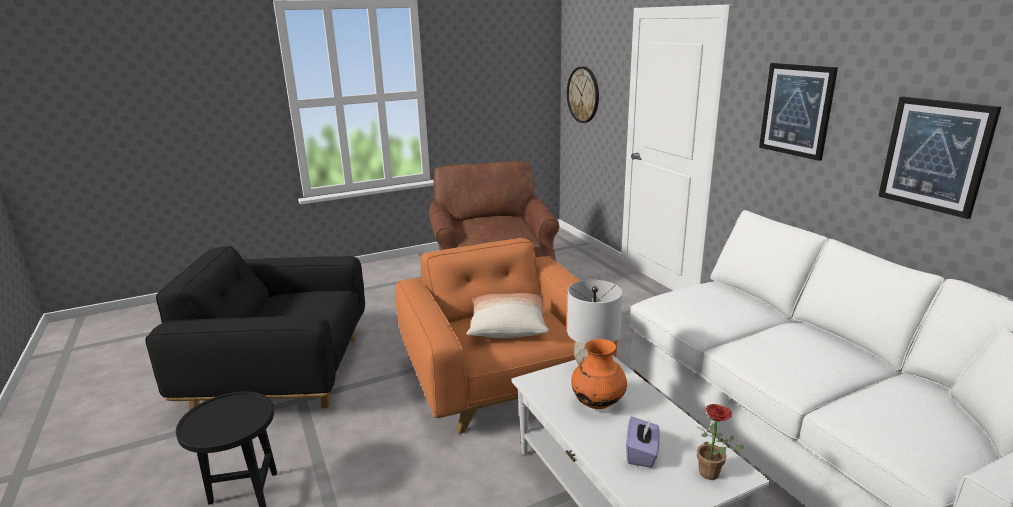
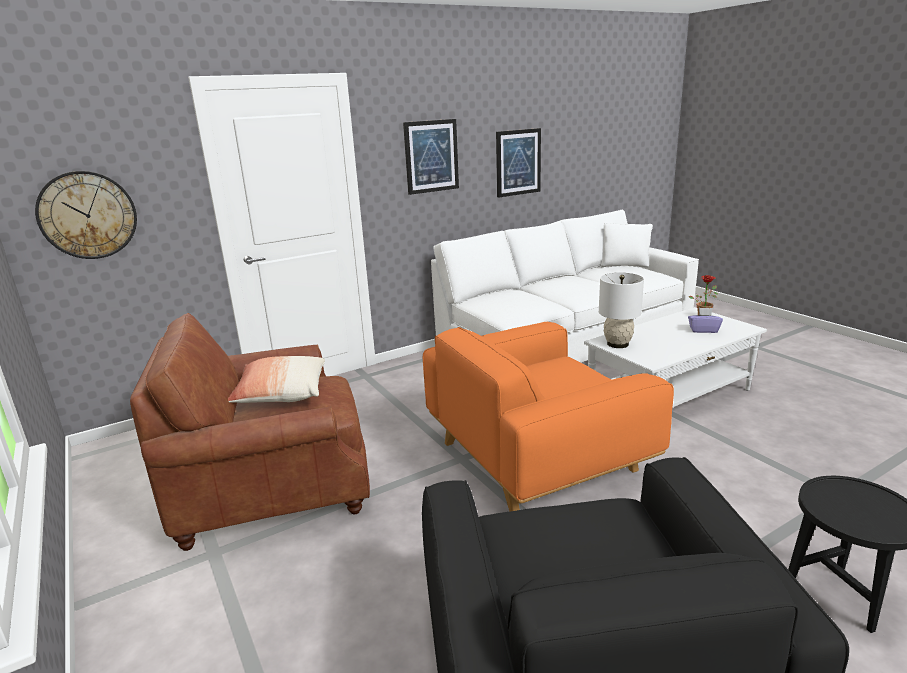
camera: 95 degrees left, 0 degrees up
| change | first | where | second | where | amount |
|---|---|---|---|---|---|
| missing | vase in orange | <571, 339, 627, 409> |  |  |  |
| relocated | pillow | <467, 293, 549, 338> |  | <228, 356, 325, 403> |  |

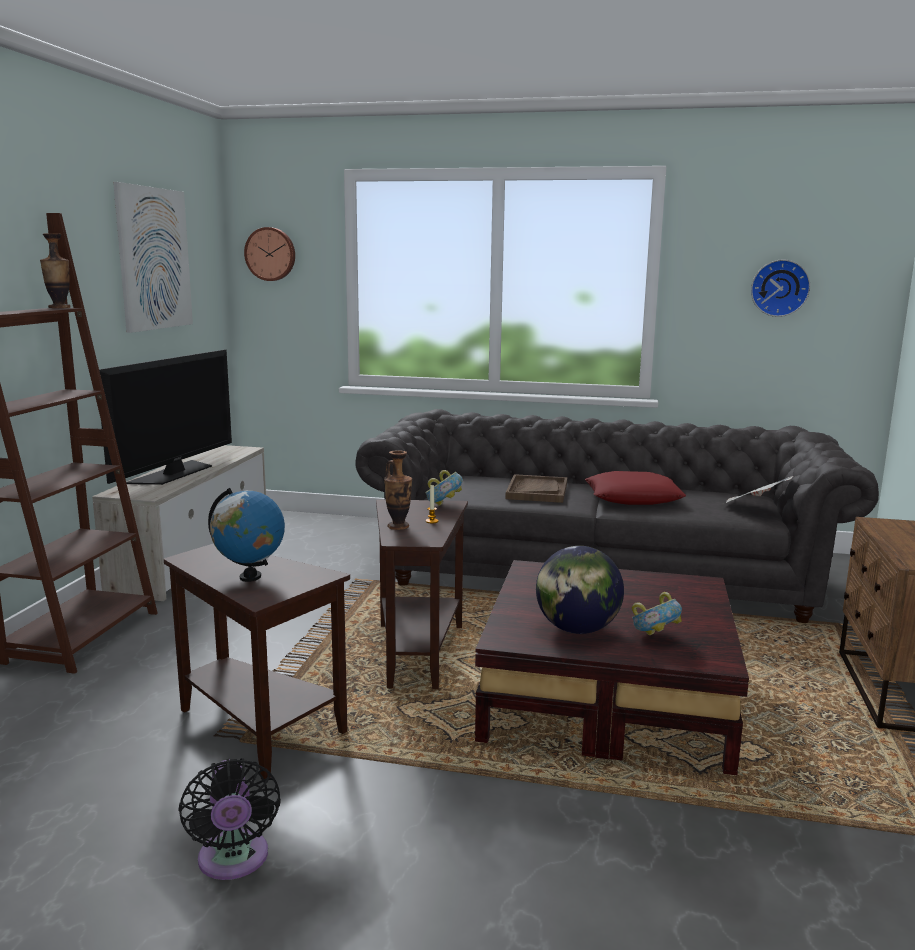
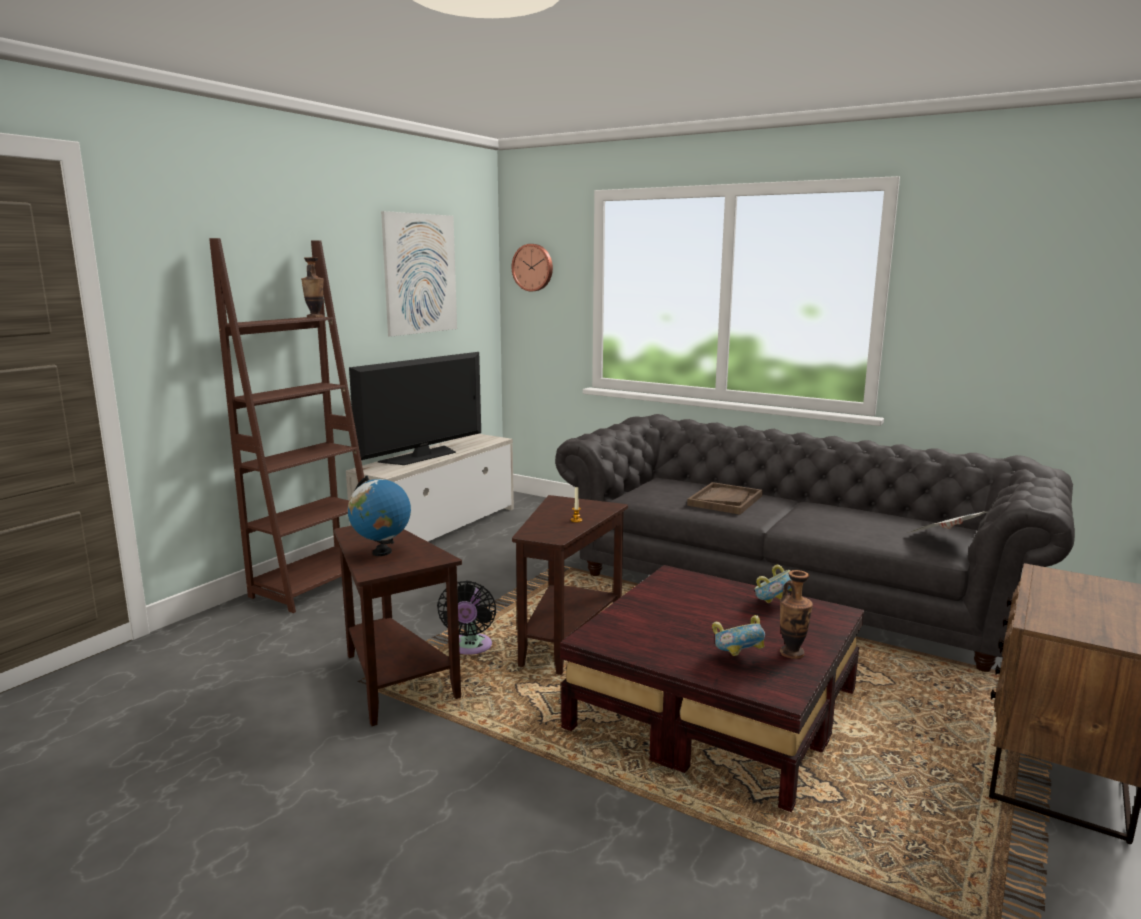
camera: 20 degrees right, 0 degrees up
| change | first | where | second | where | amount |
|---|---|---|---|---|---|
| missing | globe | <536, 546, 624, 634> |  |  |  |
| missing | pillow in red | <585, 471, 686, 505> |  |  |  |
| missing | wall clock | <751, 260, 810, 317> |  |  |  |
| relocated | fan in black | <179, 758, 281, 880> |  | <437, 581, 496, 655> |  |
| relocated | vase | <384, 450, 412, 530> |  | <780, 570, 813, 659> |  |
| relocated | bowl | <426, 470, 463, 506> |  | <754, 565, 792, 603> |  |

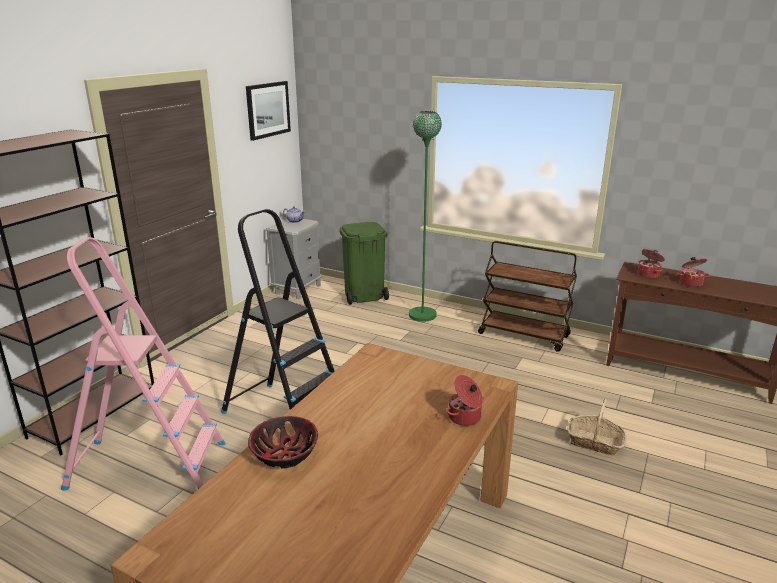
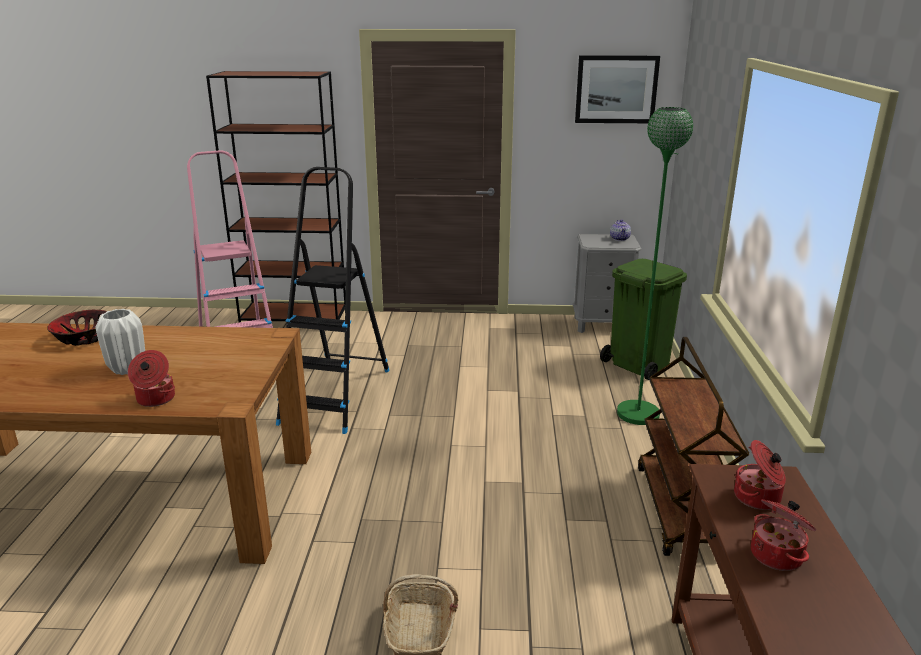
camera: 65 degrees right, 0 degrees up
| change | first | where | second | where | amount |
|---|---|---|---|---|---|
| appeared |  |  | vase in white | <95, 309, 145, 375> |  |

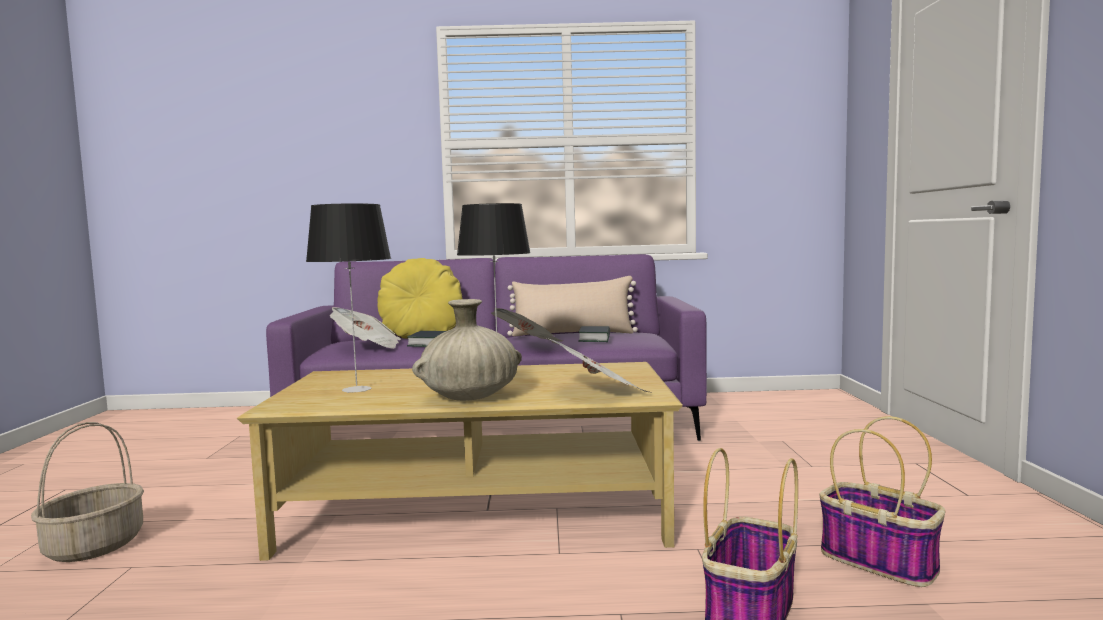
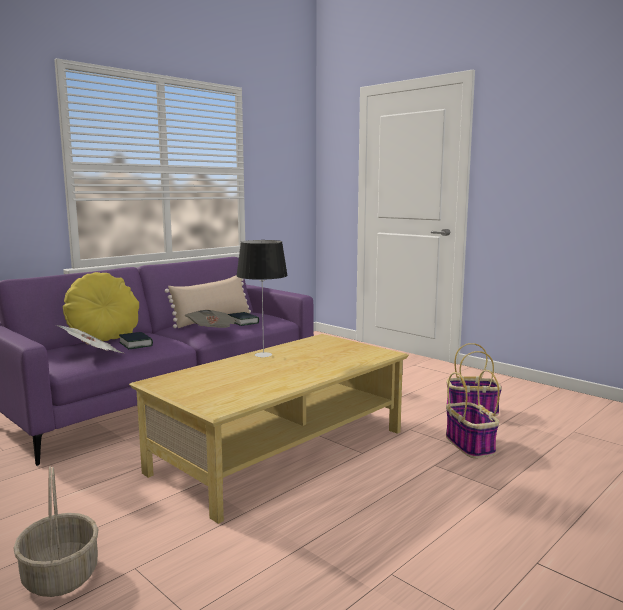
camera: 45 degrees left, 5 degrees up
| change | first | where | second | where | amount |
|---|---|---|---|---|---|
| missing | table lamp | <306, 203, 391, 393> |  |  |  |
| missing | vase in beige | <412, 299, 522, 401> |  |  |  |
| missing | newspaper | <546, 338, 653, 393> |  |  |  |

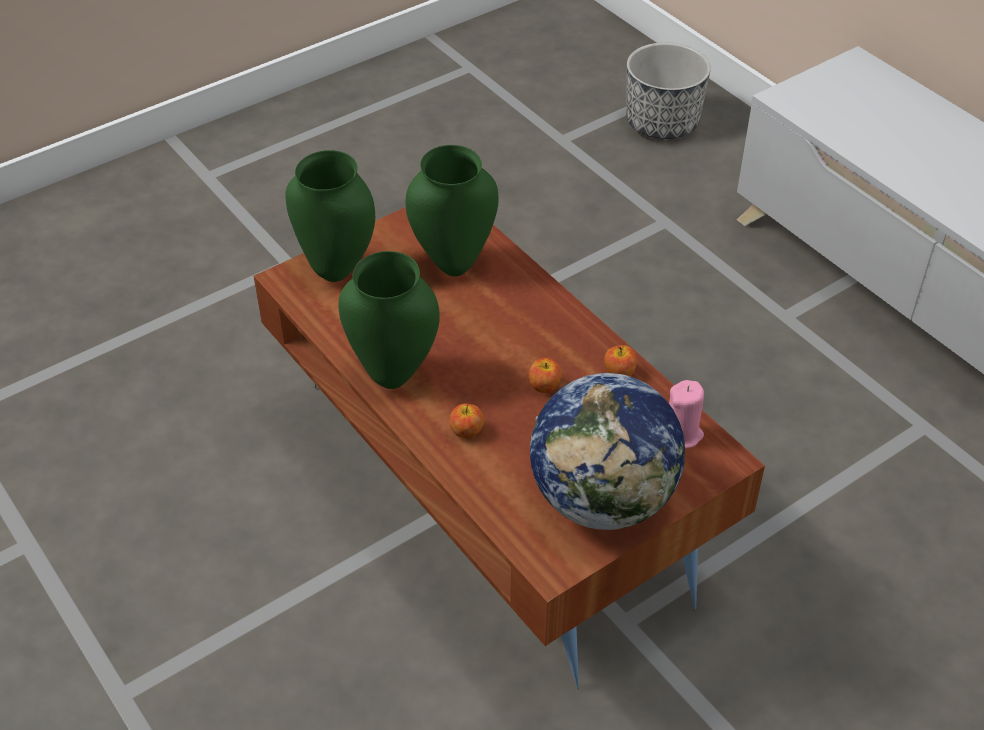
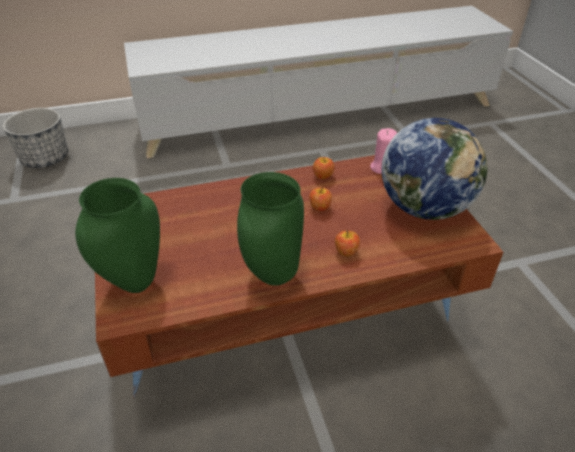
camera: 70 degrees left, 5 degrees down
| change | first | where | second | where | amount |
|---|---|---|---|---|---|
| missing | vase in green | <406, 145, 499, 277> |  |  |  |

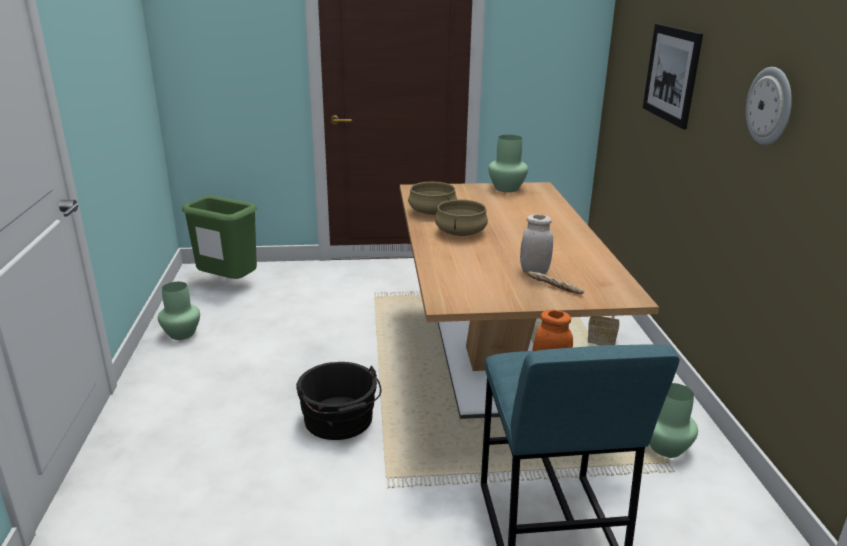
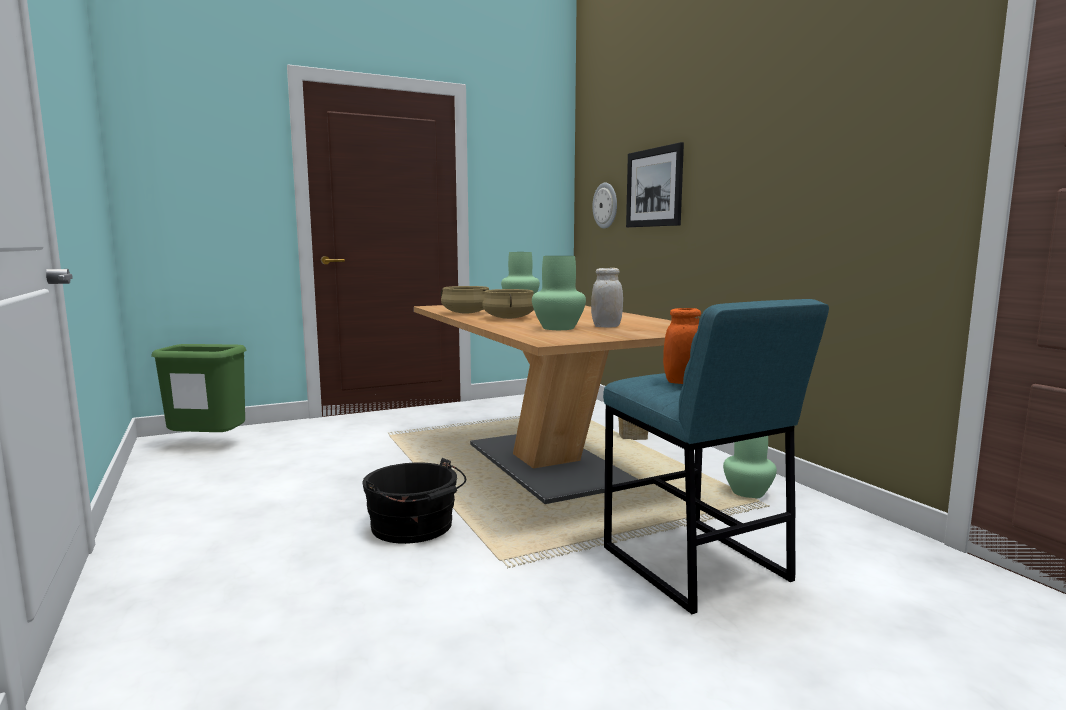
camera: 20 degrees left, 15 degrees down
| change | first | where | second | where | amount |
|---|---|---|---|---|---|
| missing | bread | <528, 271, 584, 294> |  |  |  |
| relocated | vase in green | <158, 282, 200, 340> |  | <532, 256, 586, 330> |  |
| relocated | wall clock | <746, 67, 792, 145> |  | <592, 182, 617, 229> |  |

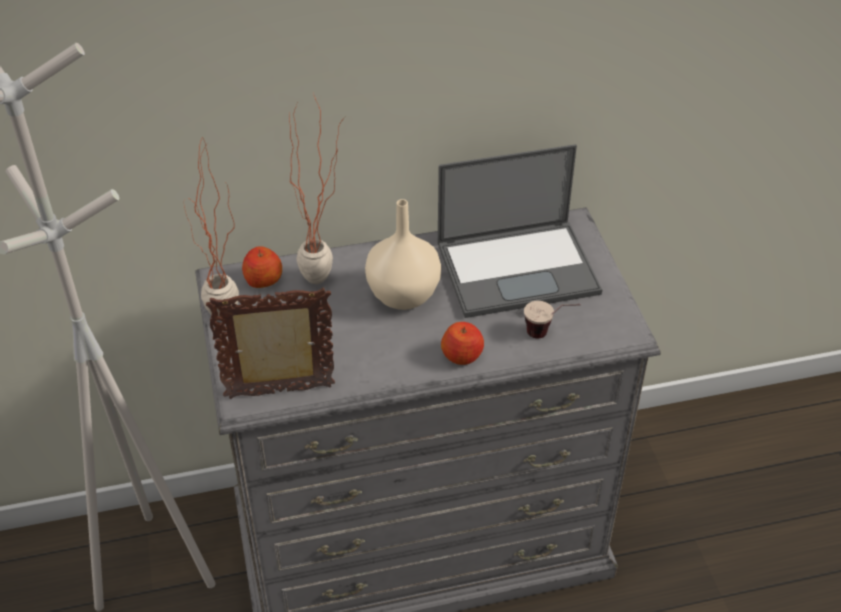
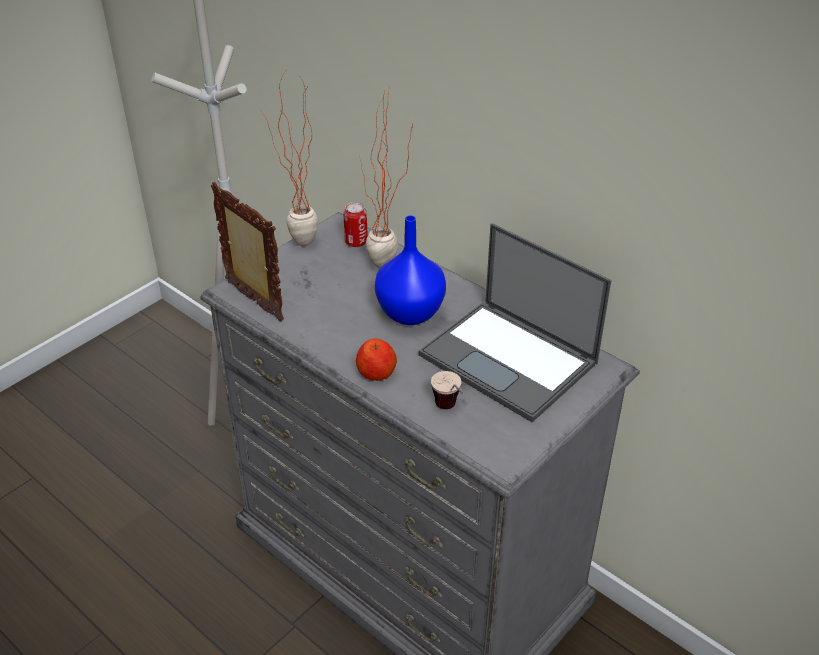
camera: 55 degrees right, 5 degrees down
| change | first | where | second | where | amount |
|---|---|---|---|---|---|
| exchanged | apple | <242, 246, 282, 288> | can | <343, 202, 368, 247> |  |
| colour | vase in beige | <365, 199, 441, 310> | vase in blue | <375, 215, 446, 325> |  |

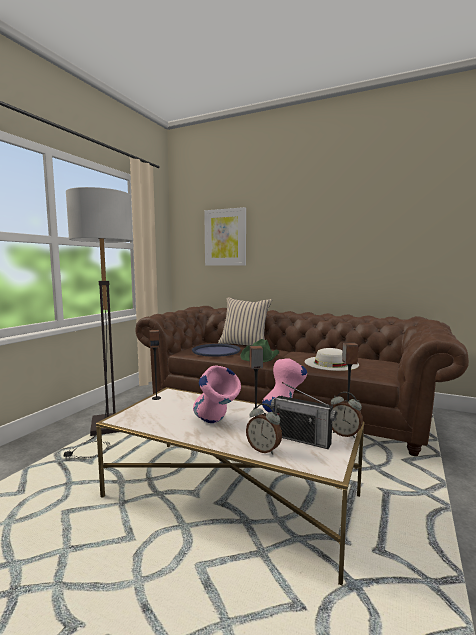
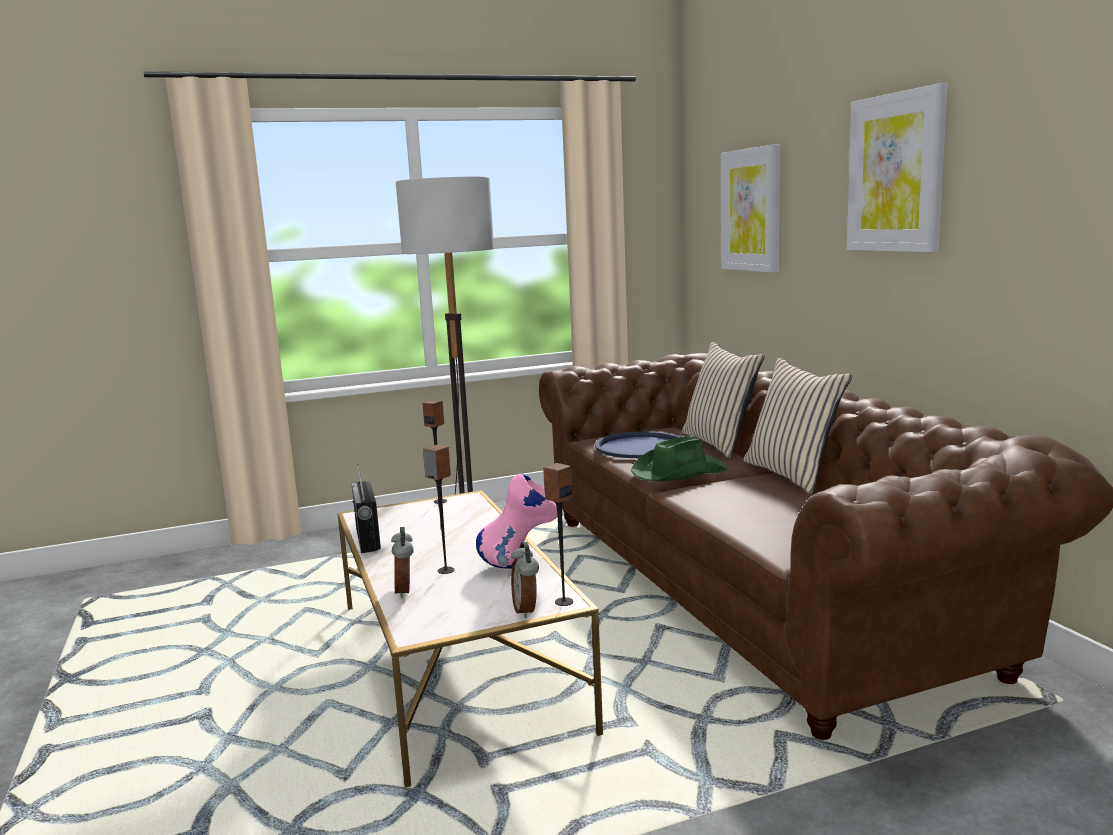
camera: 45 degrees right, 5 degrees up
| change | first | where | second | where | amount |
|---|---|---|---|---|---|
| missing | vase in pink | <193, 366, 241, 423> |  |  |  |
| missing | hat in white | <305, 348, 359, 371> |  |  |  |
| appeared |  |  | pillow in beige | <743, 358, 852, 494> |  |
| appeared |  |  | picture | <847, 83, 948, 252> |  |
| relocated | radio | <271, 382, 337, 449> |  | <352, 464, 381, 553> |  |

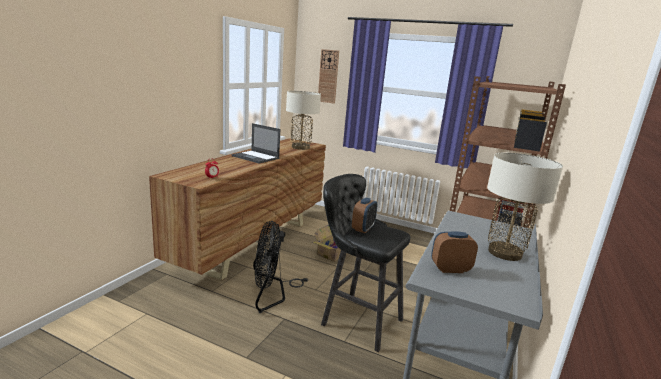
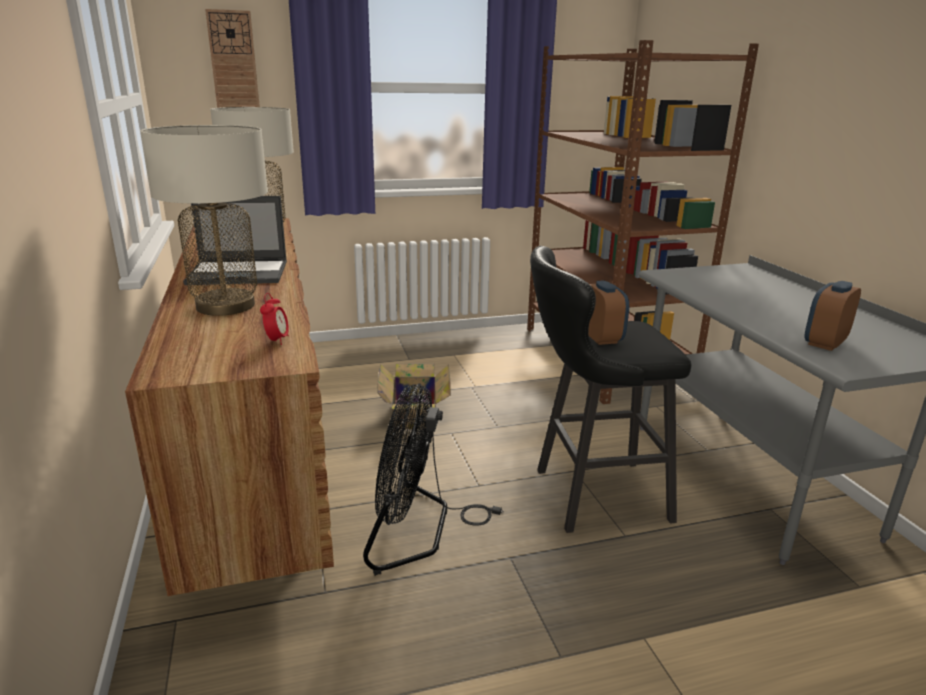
camera: 40 degrees left, 5 degrees up
| change | first | where | second | where | amount |
|---|---|---|---|---|---|
| relocated | table lamp | <487, 153, 563, 261> |  | <140, 125, 268, 316> |  |
| spun | fan in black | <253, 221, 308, 313> |  | <363, 383, 504, 576> | 60 degrees clockwise |

